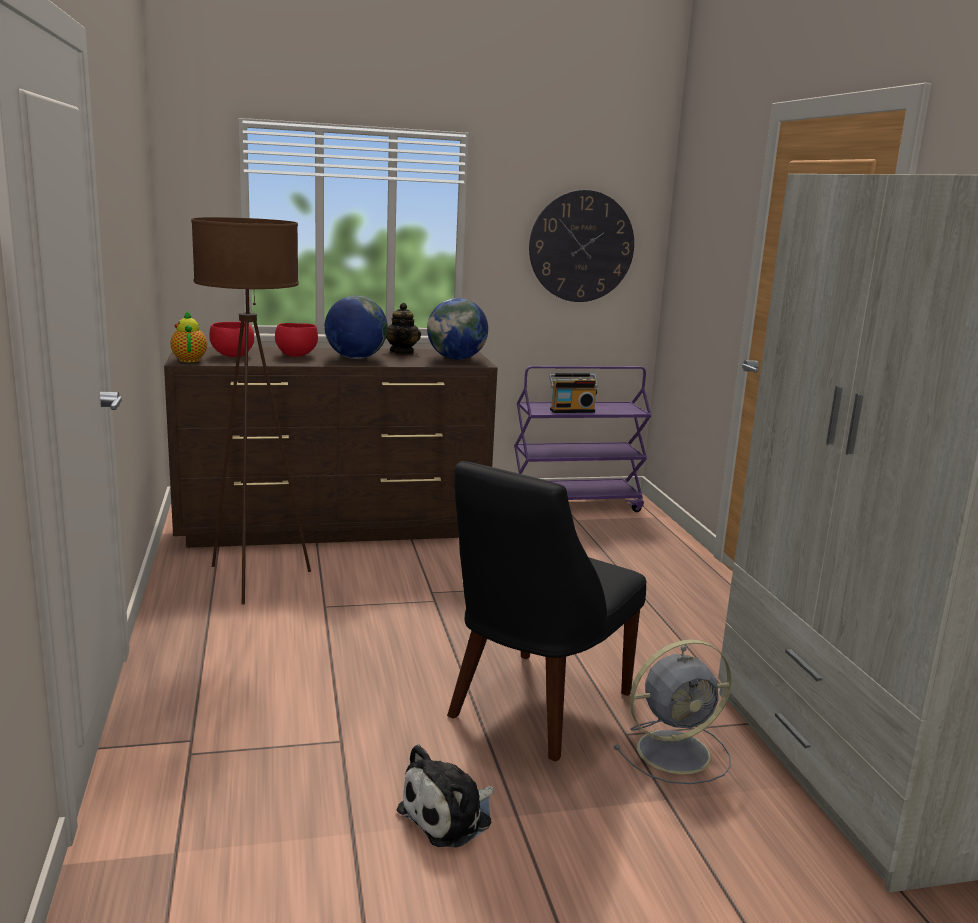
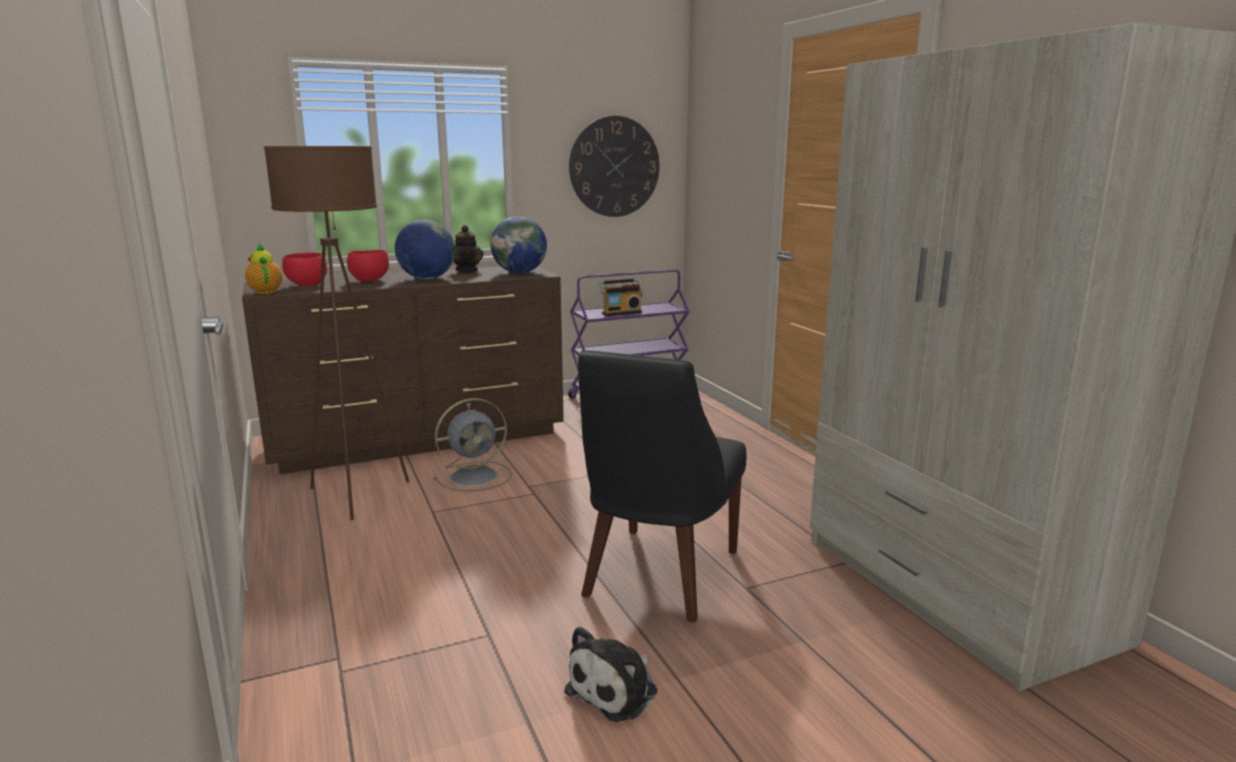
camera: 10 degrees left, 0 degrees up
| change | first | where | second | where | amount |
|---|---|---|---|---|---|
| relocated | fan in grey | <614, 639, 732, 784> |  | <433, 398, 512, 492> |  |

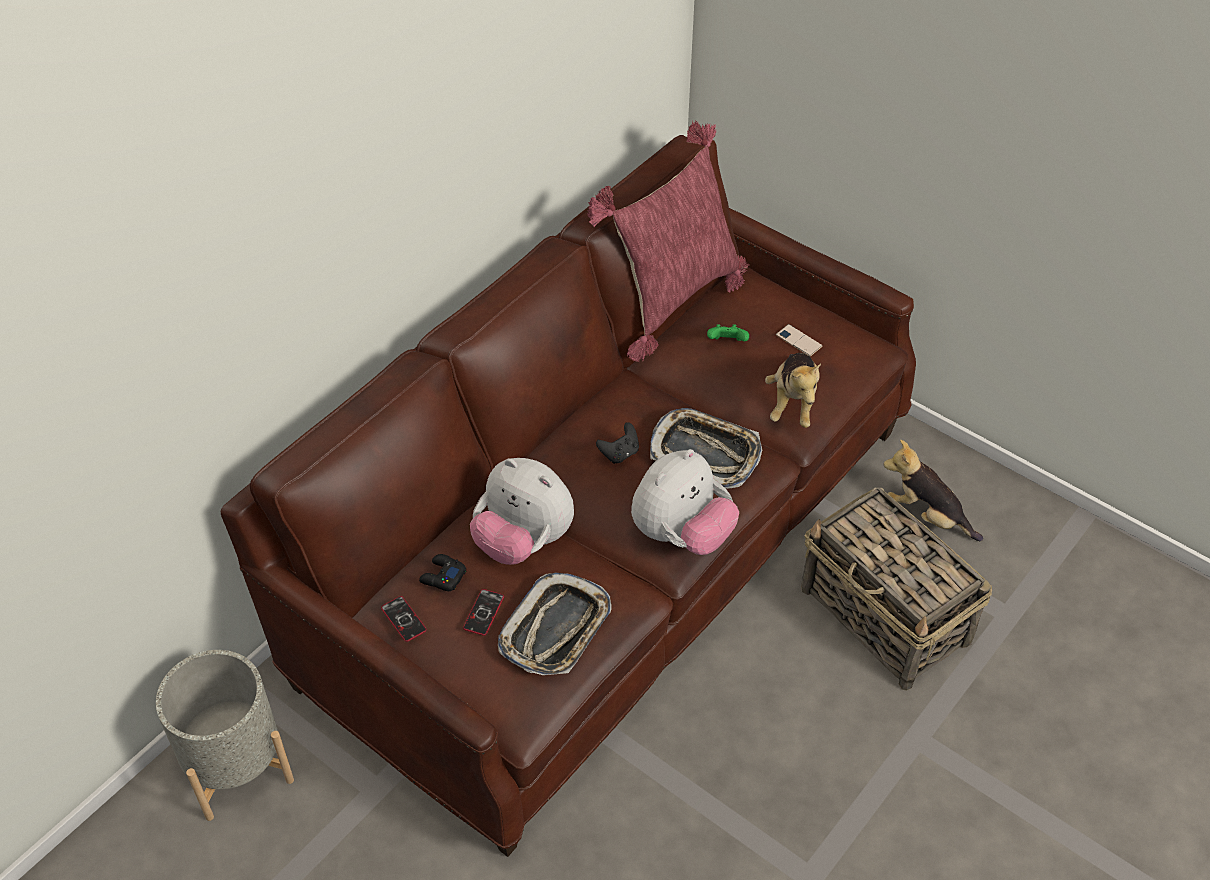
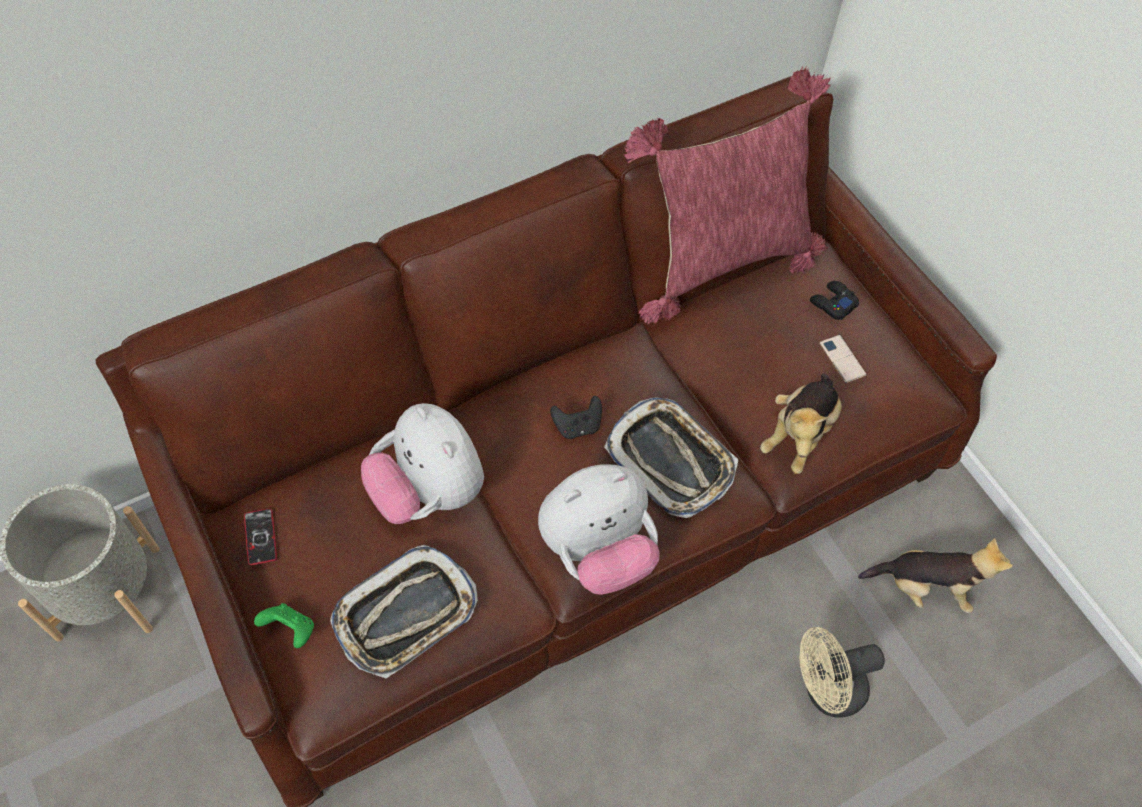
camera: 20 degrees right, 10 degrees up
| change | first | where | second | where | amount |
|---|---|---|---|---|---|
| missing | phone | <463, 589, 504, 636> |  |  |  |
| relocated | game controller in black | <419, 554, 467, 591> |  | <810, 281, 859, 320> |  |
| relocated | game controller in green | <707, 324, 749, 341> |  | <254, 603, 314, 648> |  |
| exchanged | basket | <801, 487, 992, 691> | fan in beige | <799, 627, 885, 718> |  |
| spun | plush toy | <883, 440, 983, 541> |  | <858, 538, 1013, 613> | 135 degrees clockwise |

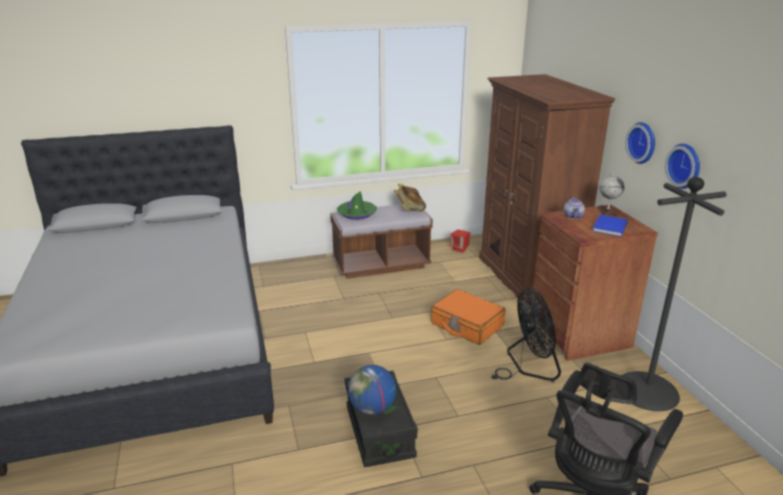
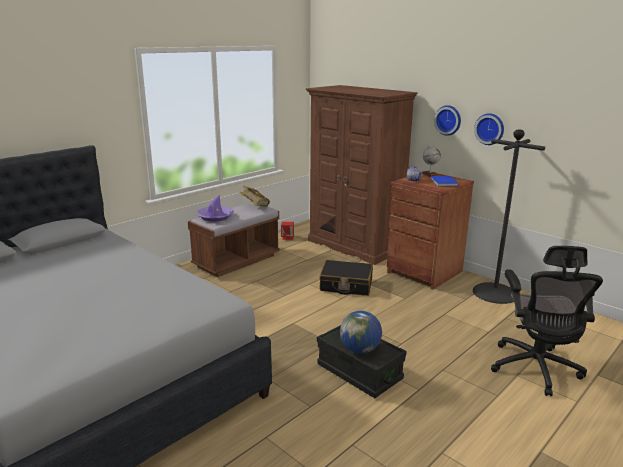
camera: 30 degrees left, 5 degrees down
| change | first | where | second | where | amount |
|---|---|---|---|---|---|
| missing | fan in black | <490, 288, 561, 383> |  |  |  |
| colour | hat in green | <337, 191, 377, 220> | hat in purple | <197, 195, 234, 221> |  |
| colour | suitcase in orange | <431, 289, 506, 345> | suitcase in black | <319, 260, 373, 296> |  |

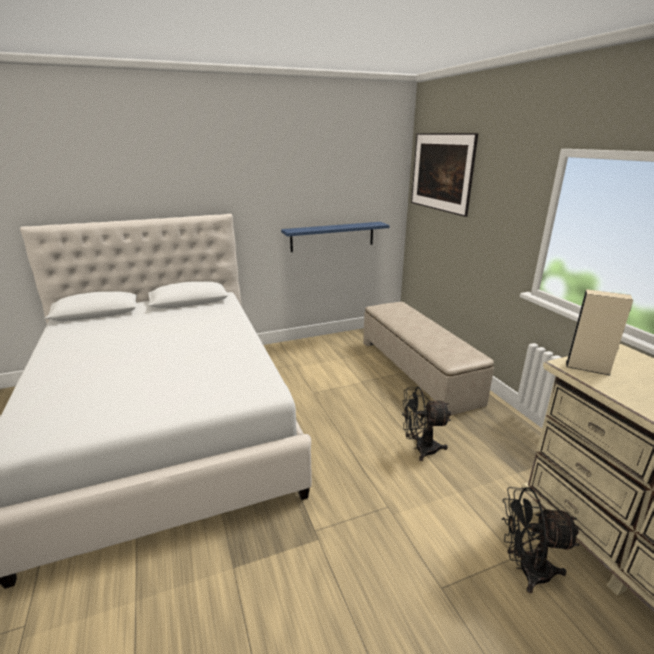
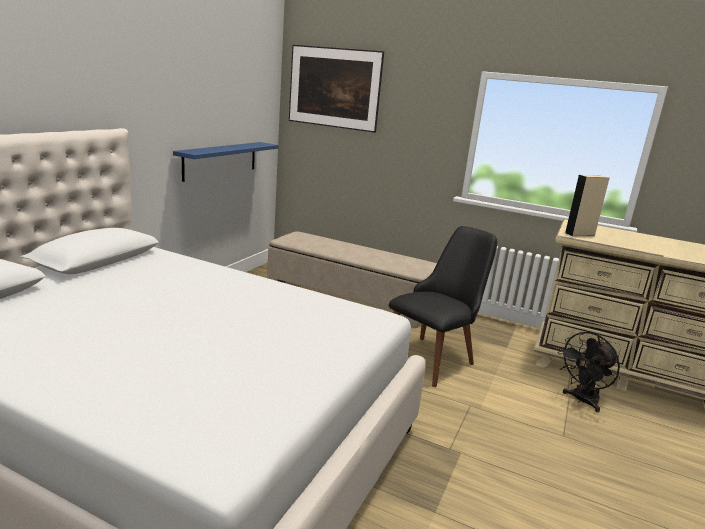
camera: 45 degrees left, 5 degrees down
| change | first | where | second | where | amount |
|---|---|---|---|---|---|
| exchanged | fan in black | <402, 387, 451, 461> | chair in black | <389, 226, 497, 387> |  |

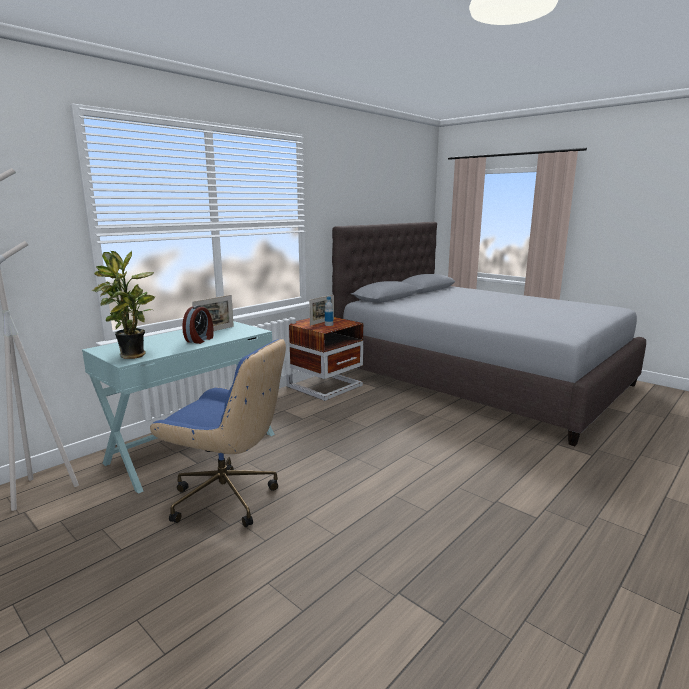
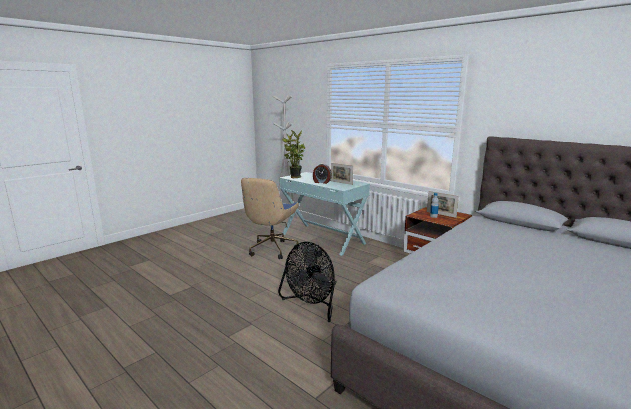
camera: 90 degrees right, 0 degrees up
| change | first | where | second | where | amount |
|---|---|---|---|---|---|
| appeared |  |  | fan in black | <278, 242, 337, 322> |  |

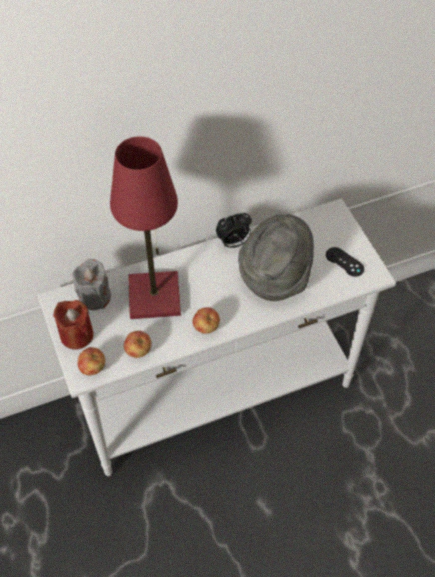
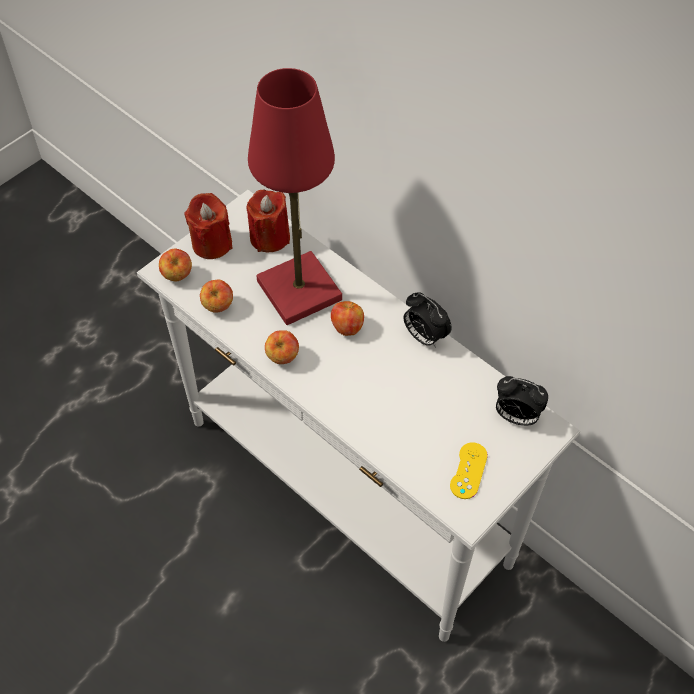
camera: 65 degrees right, 0 degrees up
| change | first | where | second | where | amount |
|---|---|---|---|---|---|
| missing | hat in grey | <238, 214, 314, 301> |  |  |  |
| appeared |  |  | apple | <331, 301, 364, 336> |  |
| appeared |  |  | alarm clock | <496, 376, 548, 426> |  |
| colour | candle in grey | <72, 259, 111, 310> | candle in red | <246, 190, 290, 252> |  |
| colour | game controller in black | <326, 247, 364, 277> | game controller in yellow | <450, 442, 488, 499> |  |

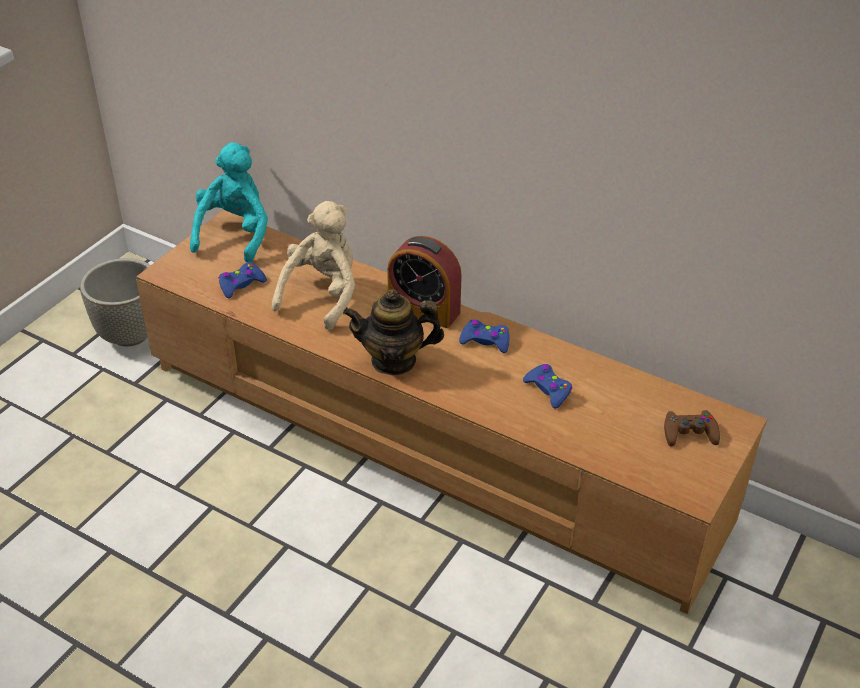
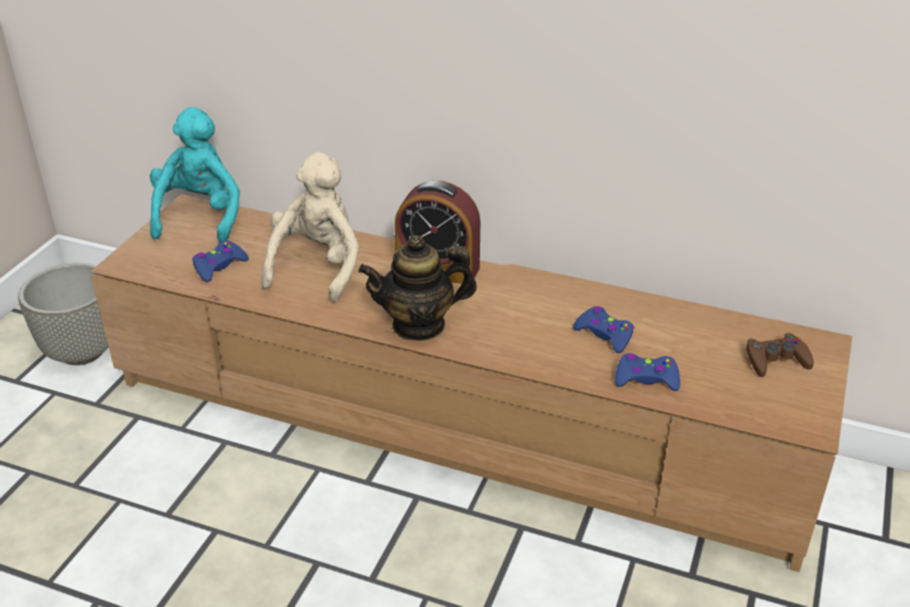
camera: 10 degrees left, 5 degrees down
| change | first | where | second | where | amount |
|---|---|---|---|---|---|
| relocated | game controller in blue | <459, 320, 510, 353> |  | <615, 353, 680, 391> |  |

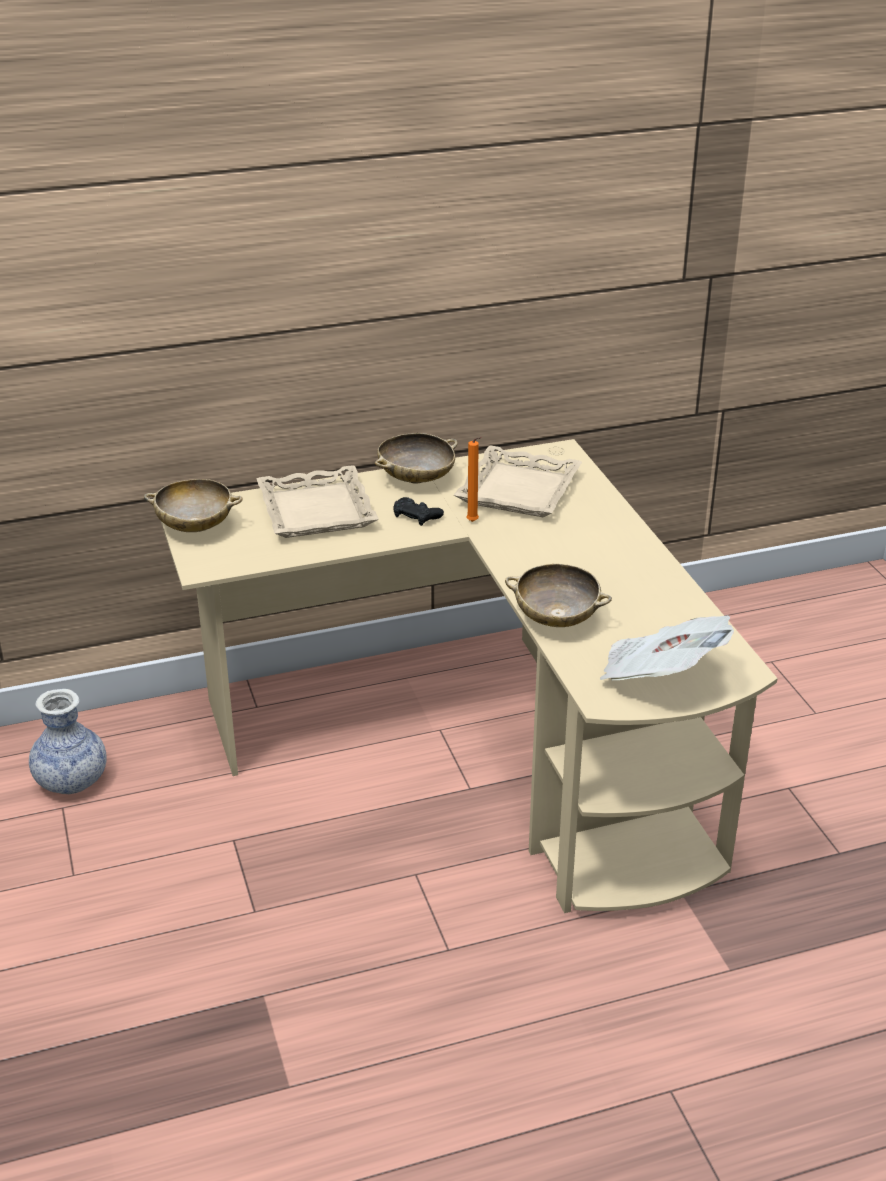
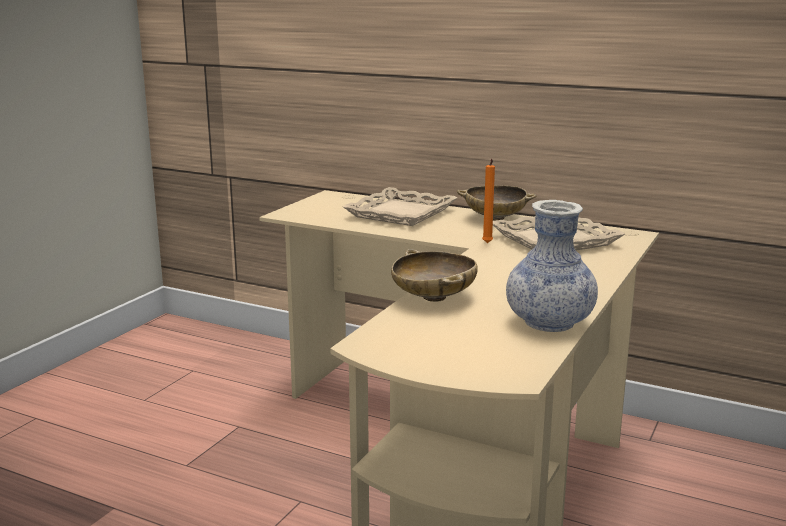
camera: 45 degrees right, 15 degrees down
| change | first | where | second | where | amount |
|---|---|---|---|---|---|
| missing | bowl in beige | <144, 479, 242, 532> |  |  |  |
| missing | game controller in black | <393, 497, 444, 526> |  |  |  |
| missing | newspaper | <600, 616, 734, 680> |  |  |  |
| relocated | vase | <29, 689, 107, 794> |  | <506, 200, 598, 332> |  |

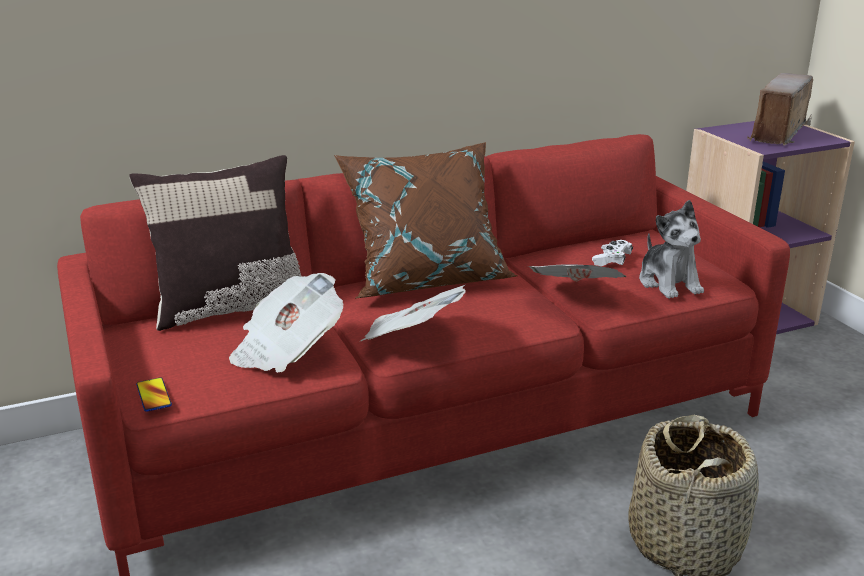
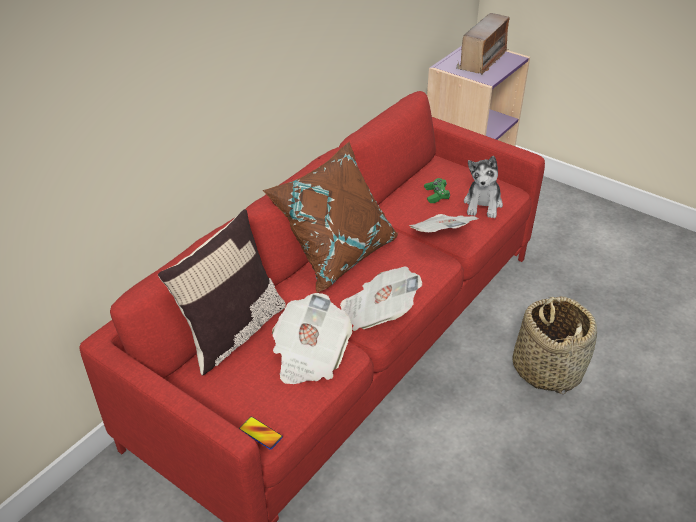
camera: 30 degrees left, 15 degrees up
| change | first | where | second | where | amount |
|---|---|---|---|---|---|
| colour | game controller in white | <592, 240, 633, 266> | game controller in green | <424, 178, 450, 203> |  |
| spun | plush toy | <639, 200, 704, 299> |  | <464, 156, 503, 218> | 60 degrees clockwise |
| spun | radio | <747, 73, 813, 146> |  | <457, 13, 510, 75> | 150 degrees counterclockwise |

